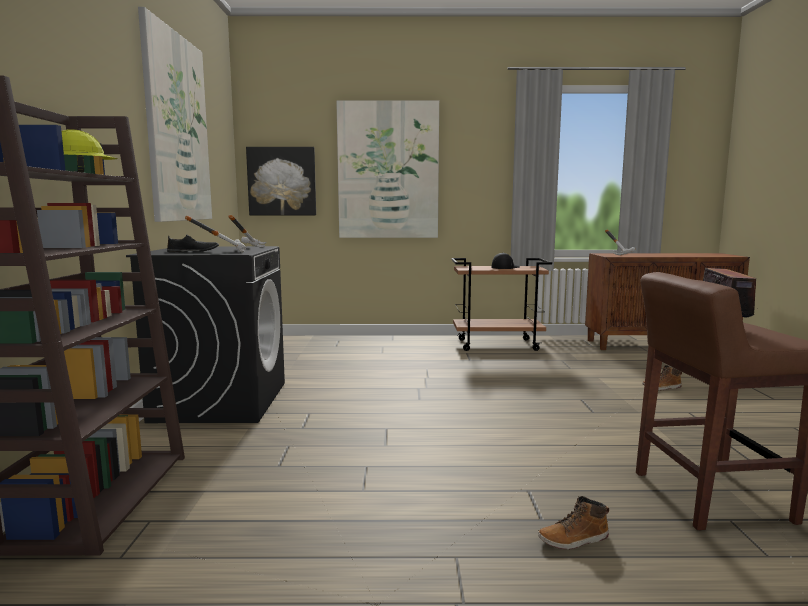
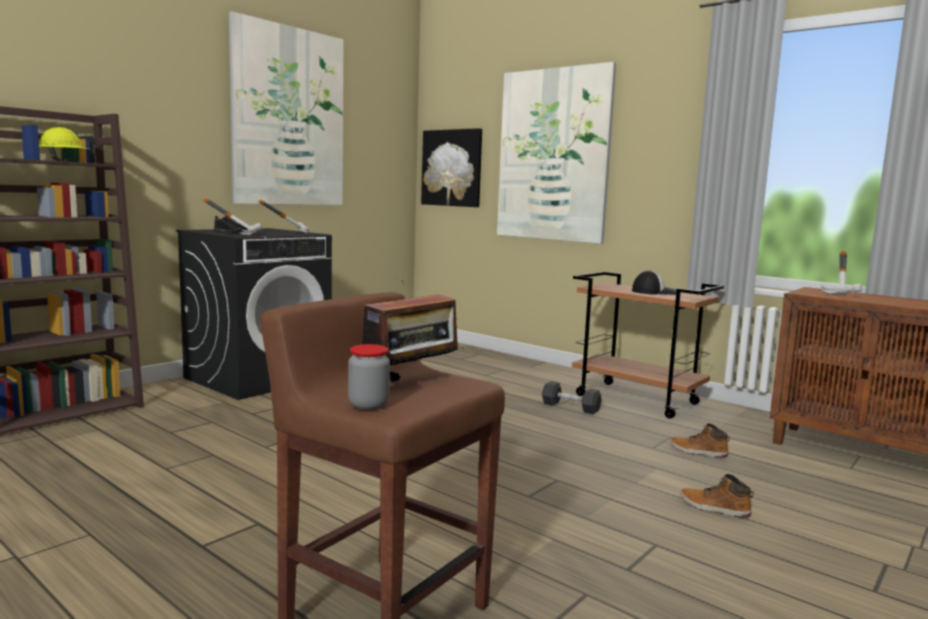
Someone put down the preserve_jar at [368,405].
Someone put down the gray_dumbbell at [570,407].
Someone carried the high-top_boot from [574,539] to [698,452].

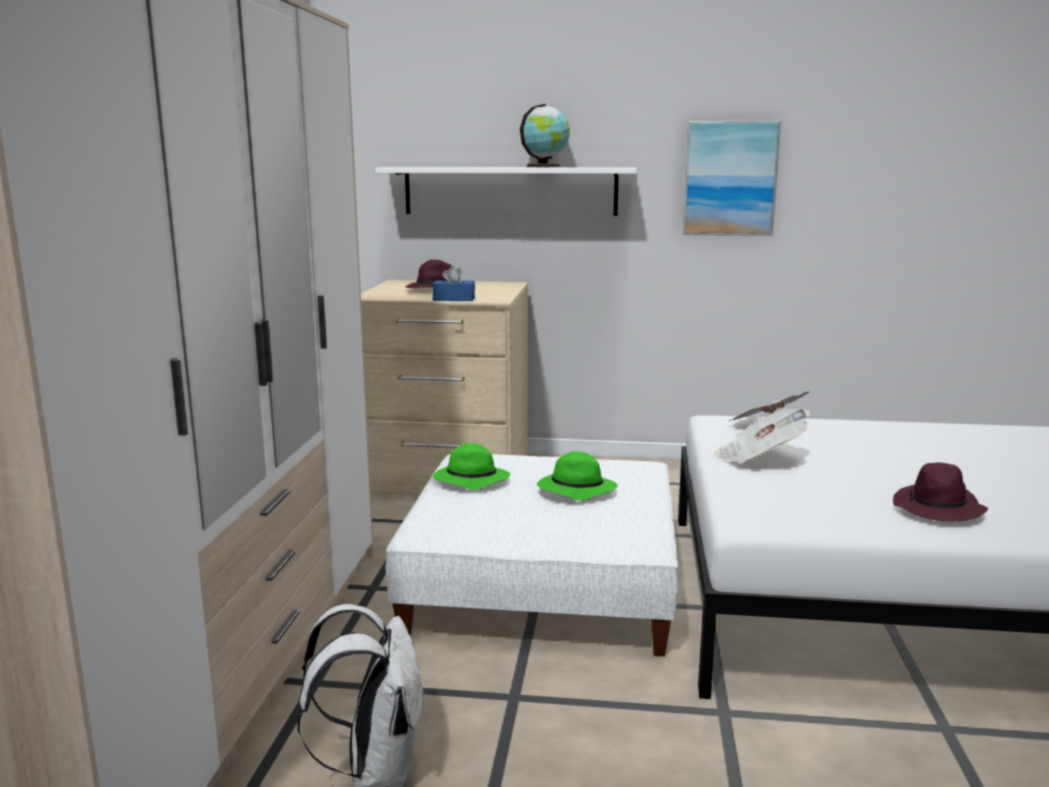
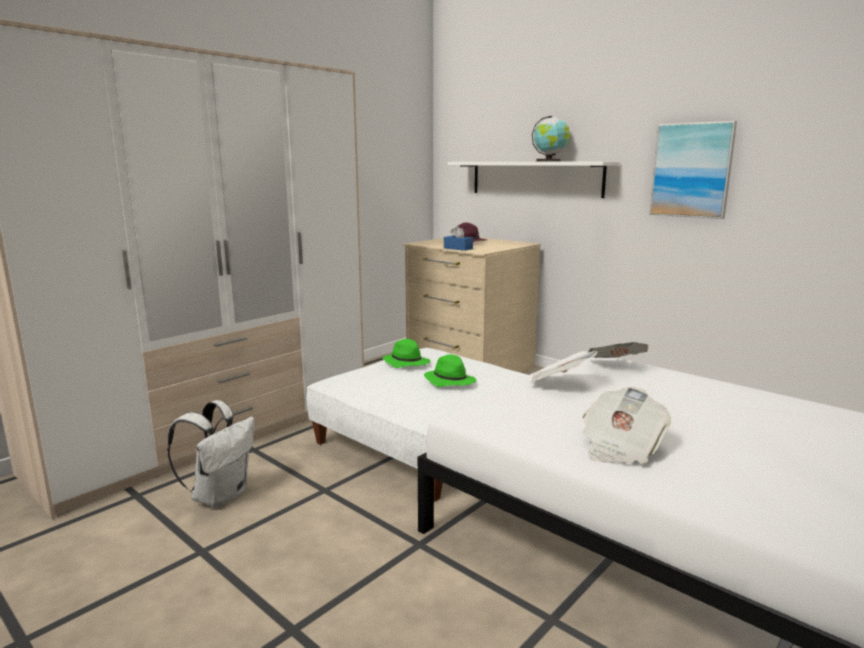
Someone swapped the purplish_hat at [938,509] for the printed_paper at [620,447].

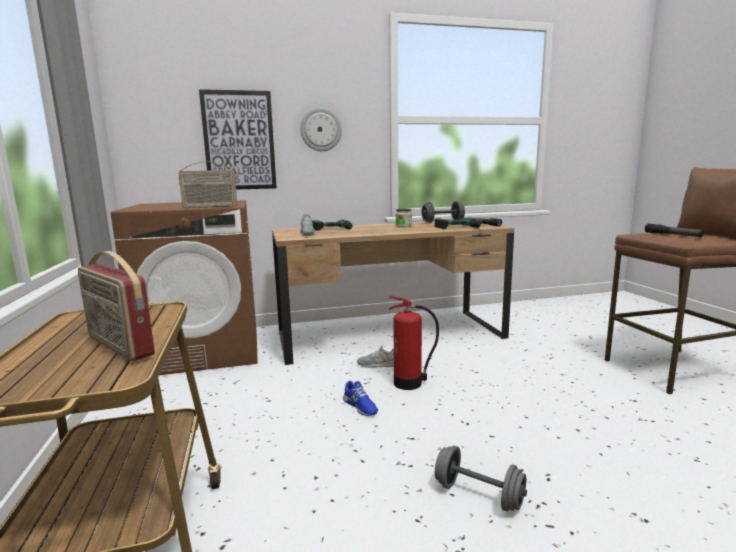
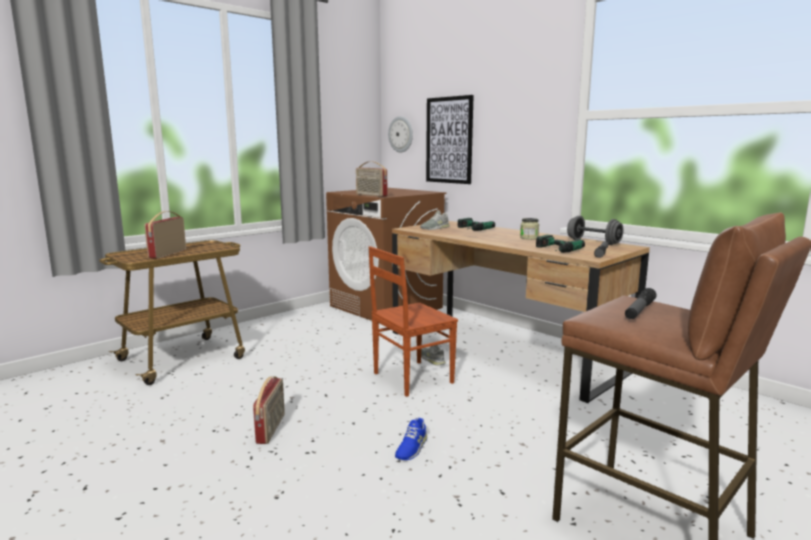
Someone swapped the gray_dumbbell at [478,495] for the radio_receiver at [271,428].
Someone swapped the extinguisher at [410,383] for the brownish_upright_chair at [411,378].
Someone carried the clock_on_the_wall from [321,129] to [401,134].
Someone carried the bluish_shoe from [360,406] to [411,447].

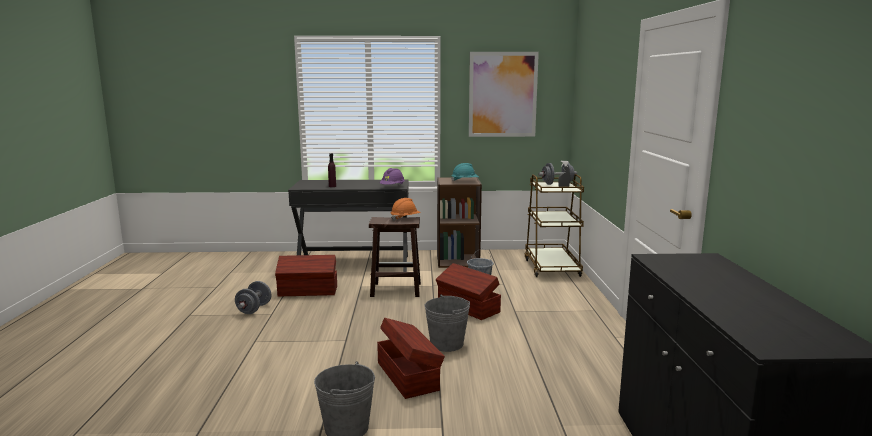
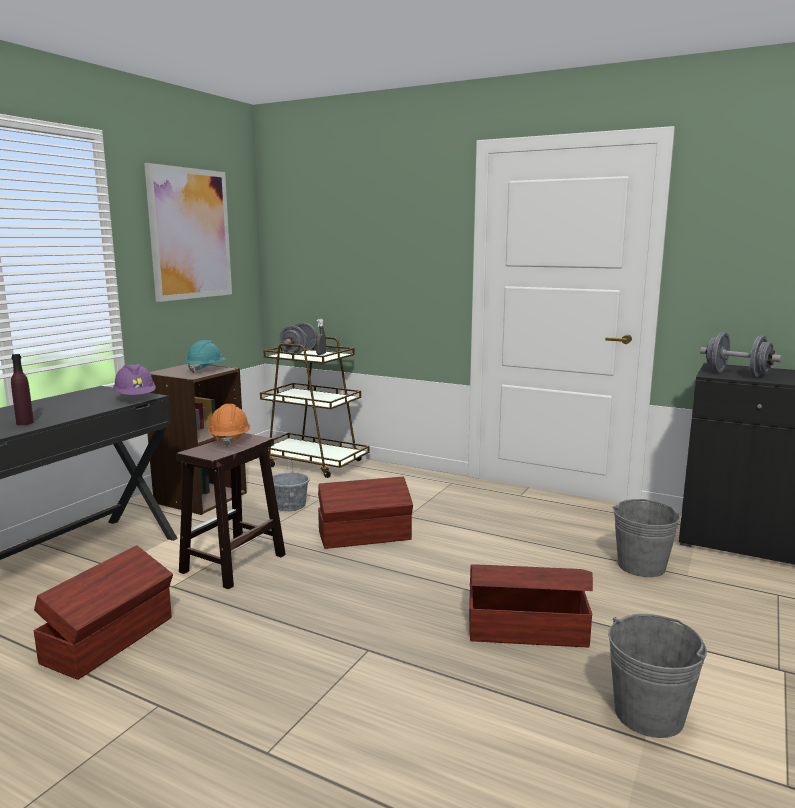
Someone carried the gray_pail from [447,344] to [641,566].
Someone carried the gray_dumbbell from [254,309] to [737,374].

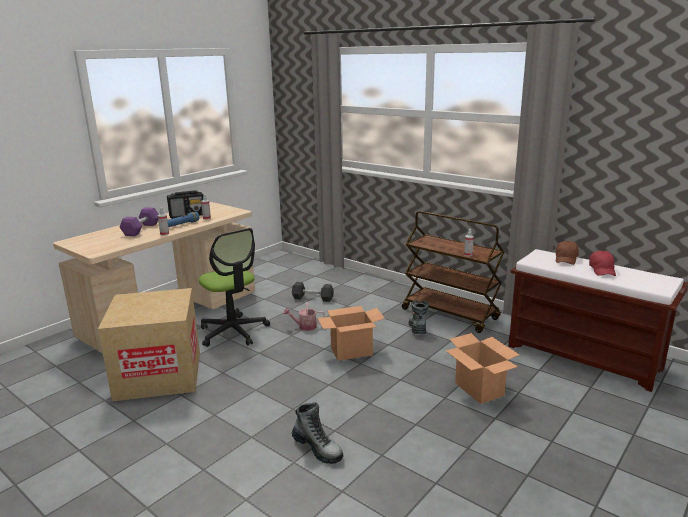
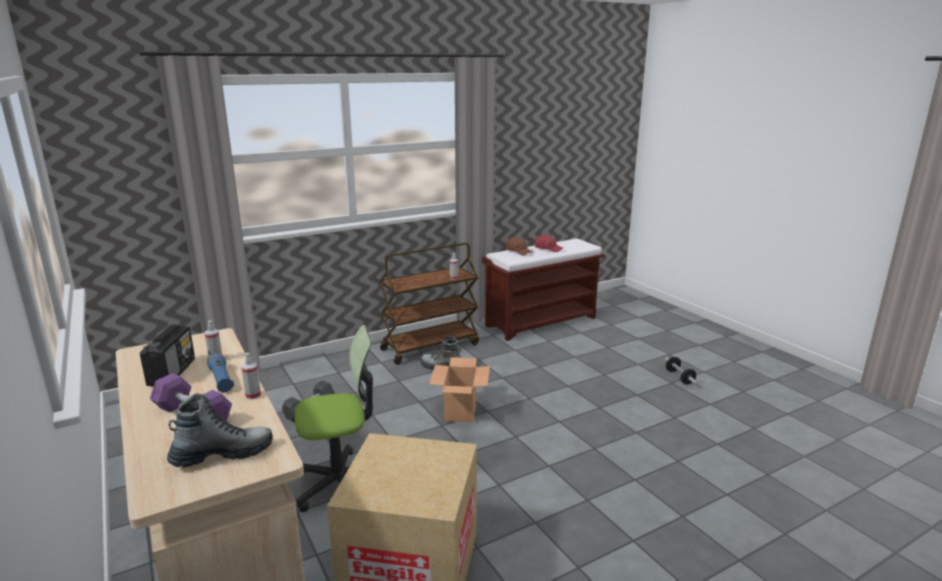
Someone carried the high-top_boot from [317,448] to [223,454].
Someone put down the dumbbell at [679,377].
Someone took away the watering_pot at [304,326].
Someone took away the packing_box at [479,389].

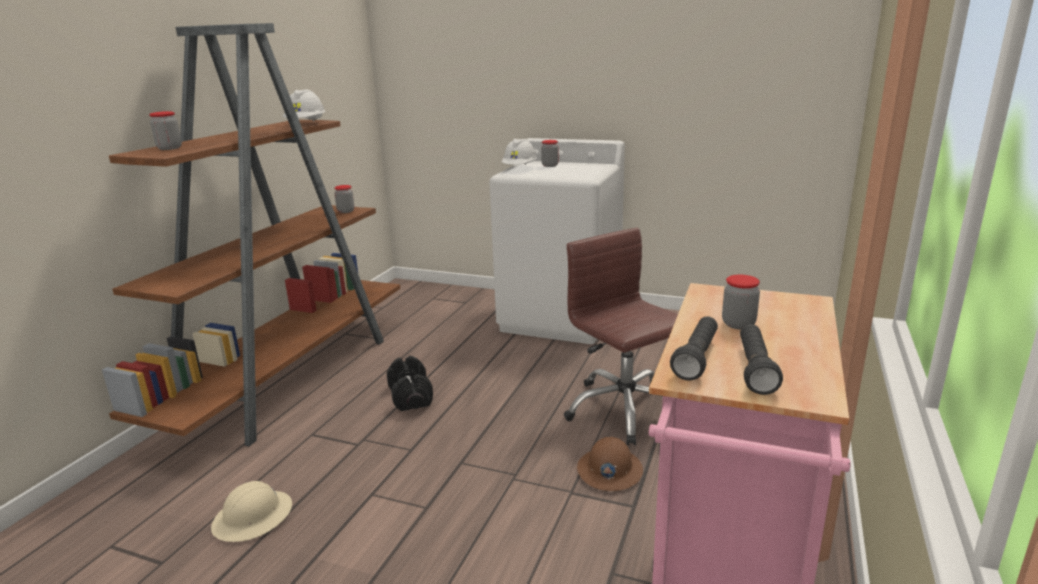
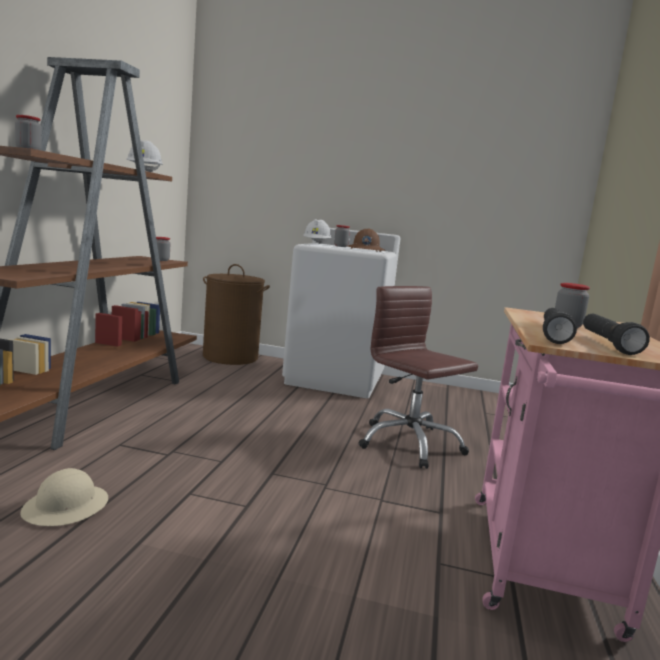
Someone put down the brownish_hamper at [230,357].
Someone carried the brownish_work_helmet from [609,470] to [365,250].
Someone took away the blackish_dumbbell at [410,396].

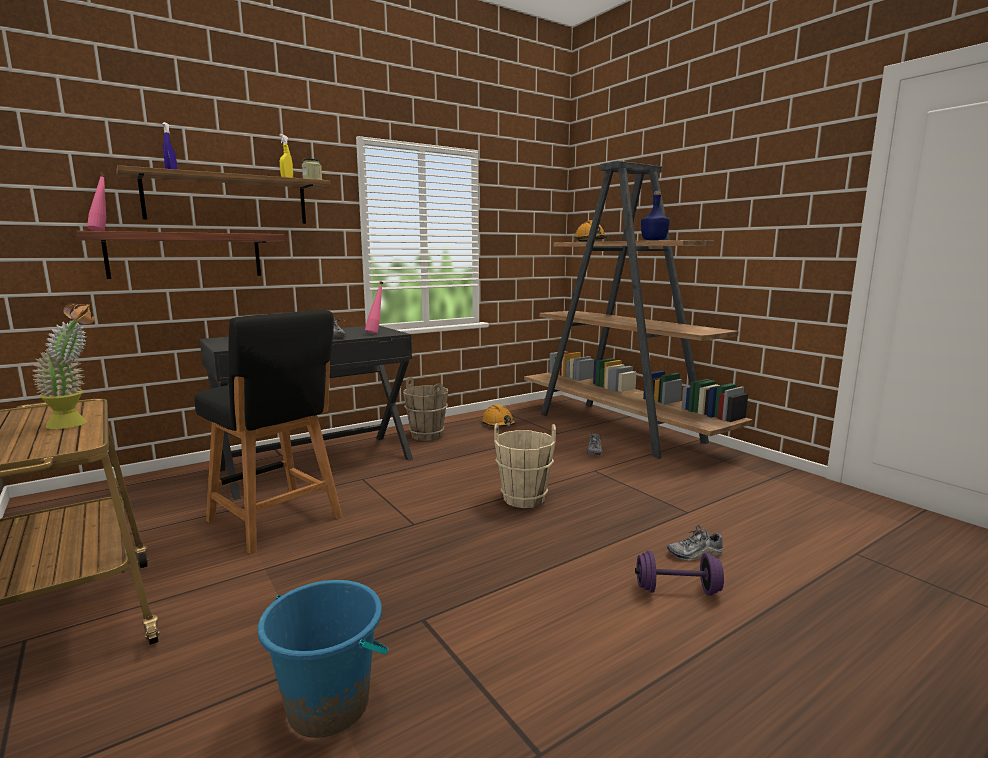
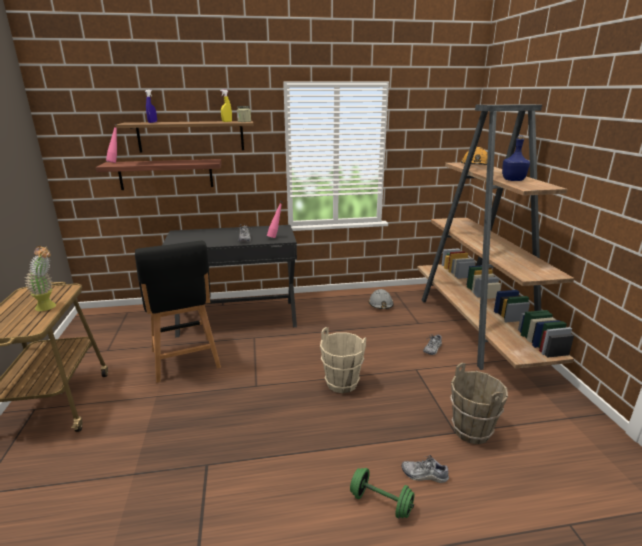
Someone repainted the purplish_dumbbell at [677,590], which became the greenish_dumbbell at [381,503].
Someone repainted the orange_work_helmet at [498,424], which became the gray_work_helmet at [381,304].
Someone carried the brownish_pail from [427,435] to [472,430].
Someone took away the bluish_pail at [329,705].

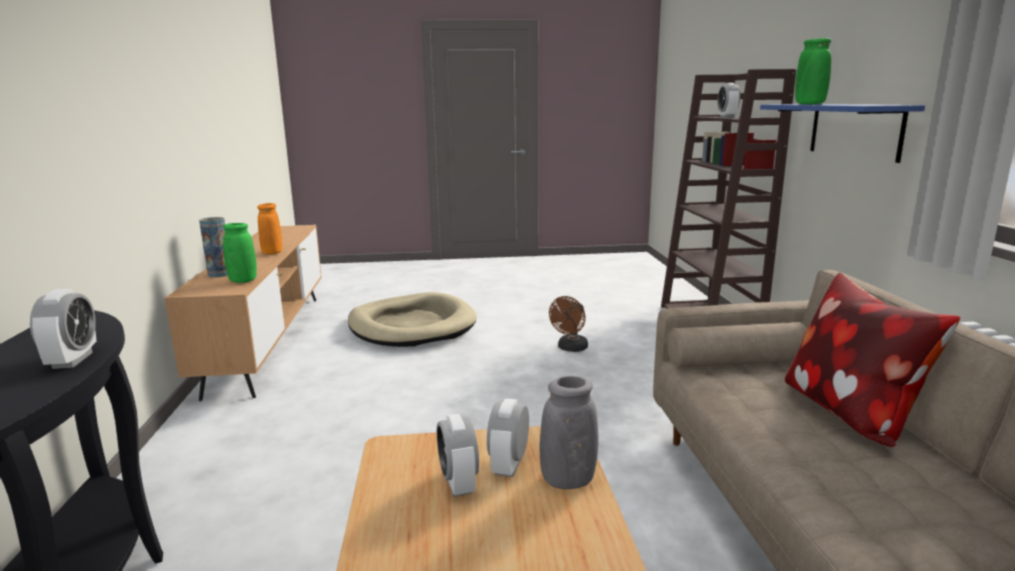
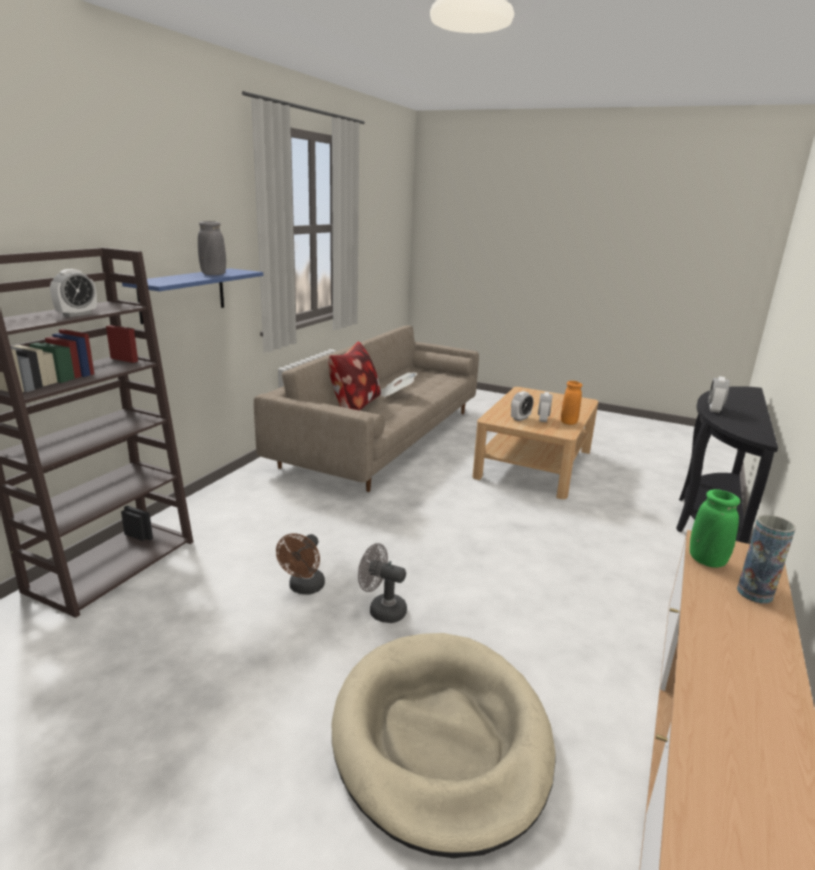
Someone carried the gray_decorative_vase from [568,480] to [213,274].
Someone rotated the brownish_fan at [570,348] by 135 degrees clockwise.
Someone put down the gray_fan at [382,610].
Someone put down the printed_paper at [395,395].
Someone carried the orange_decorative_vase from [272,253] to [568,422].
Someone took away the greenish_decorative_vase at [809,104].

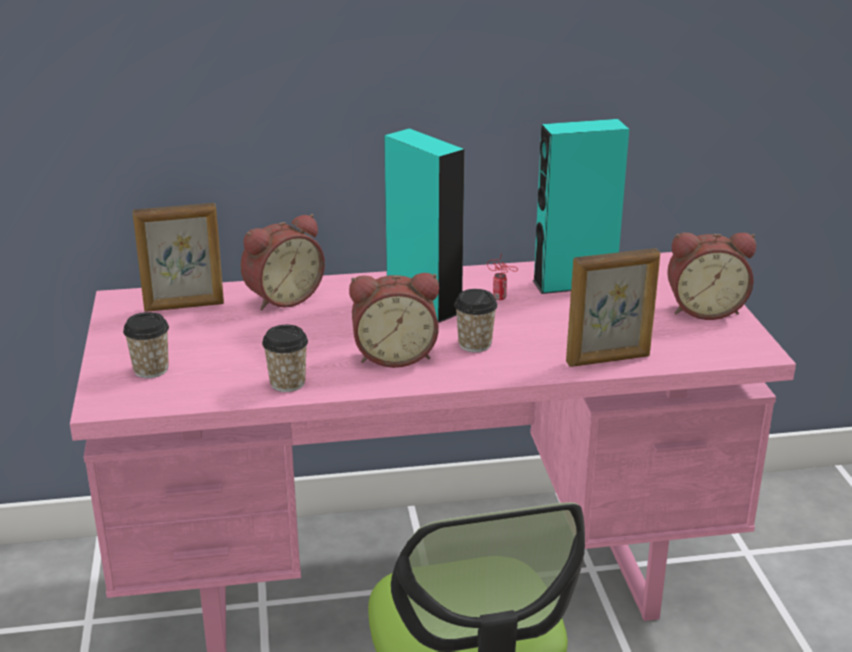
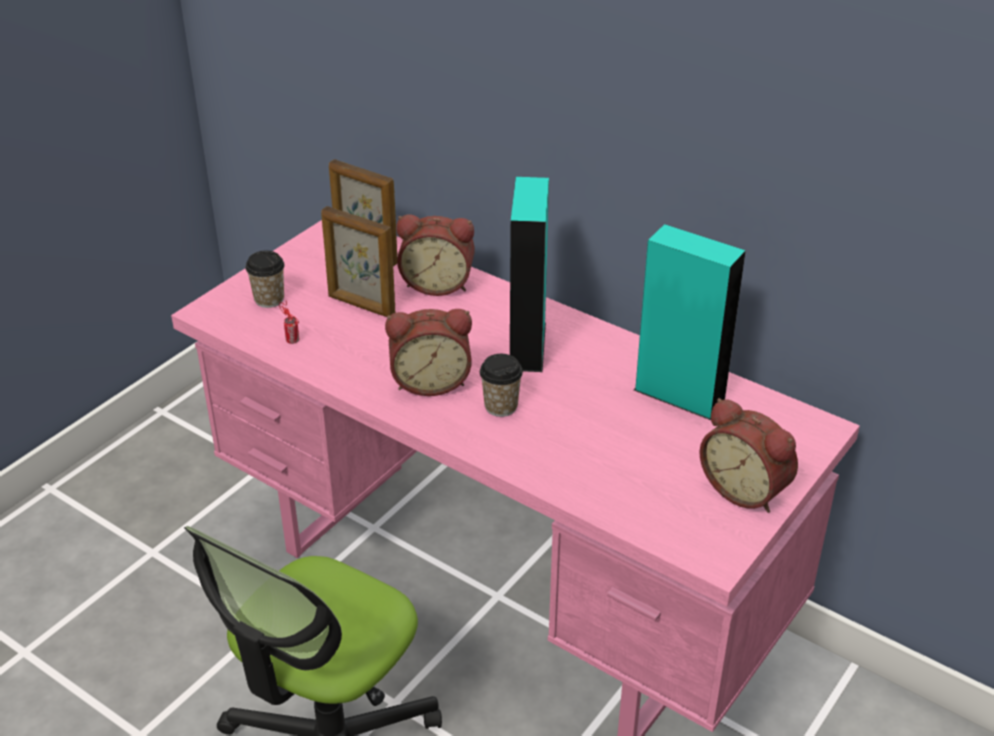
Someone carried the sealed_can from [501,298] to [293,341].
Someone carried the picture_frame from [608,360] to [361,305].
Someone rotated the alarm_clock at [394,355] by 45 degrees counterclockwise.
Someone took away the drinking_cup at [287,383].

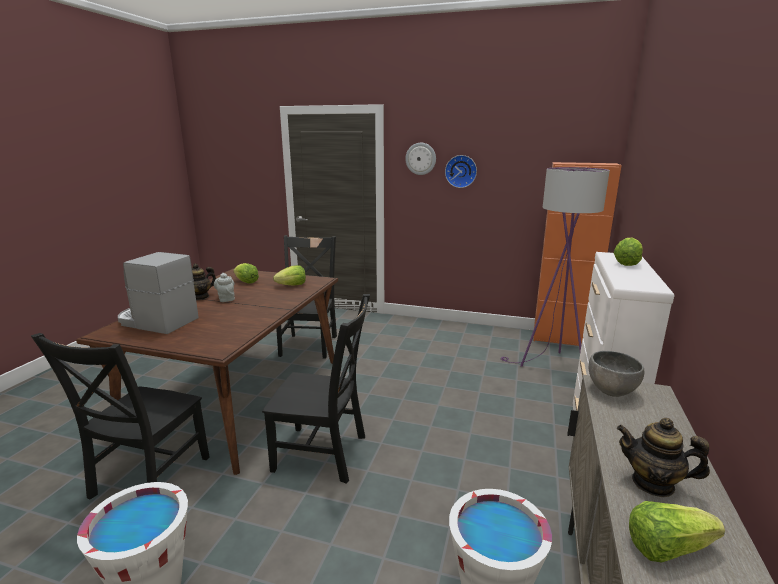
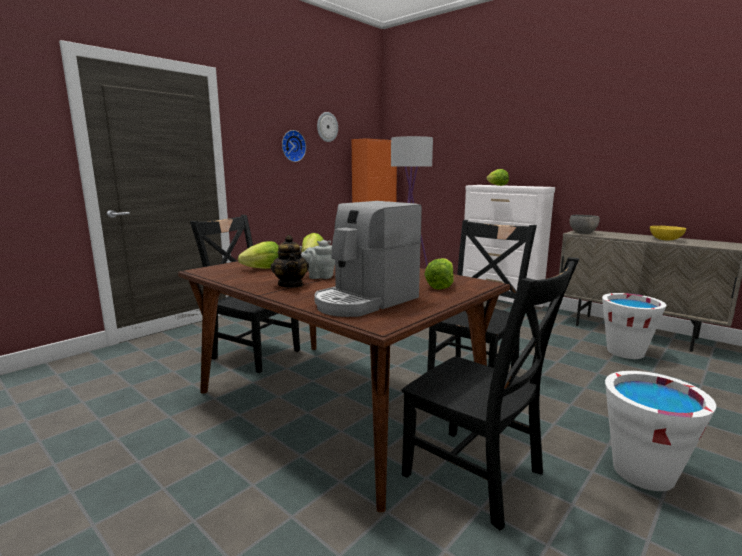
Someone carried the clock_on_the_wall from [420,158] to [327,127].
Someone carried the lettuce from [667,548] to [440,285].
Someone swapped the pot_for_tea at [653,483] for the yellow-coloured_bowl at [666,240].

